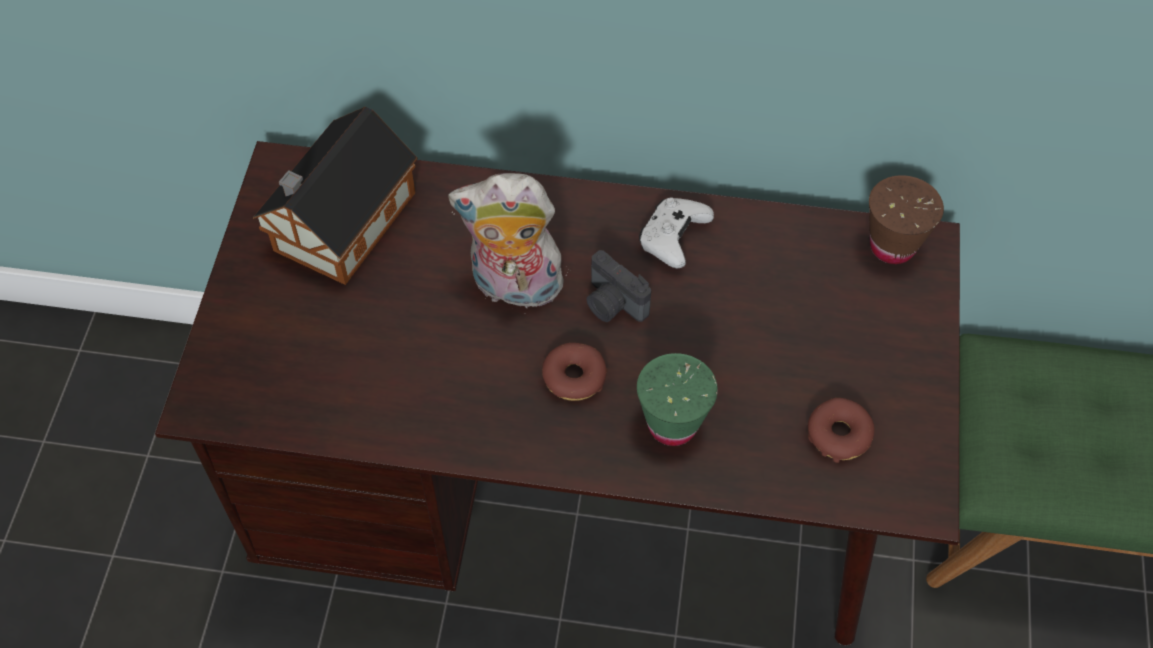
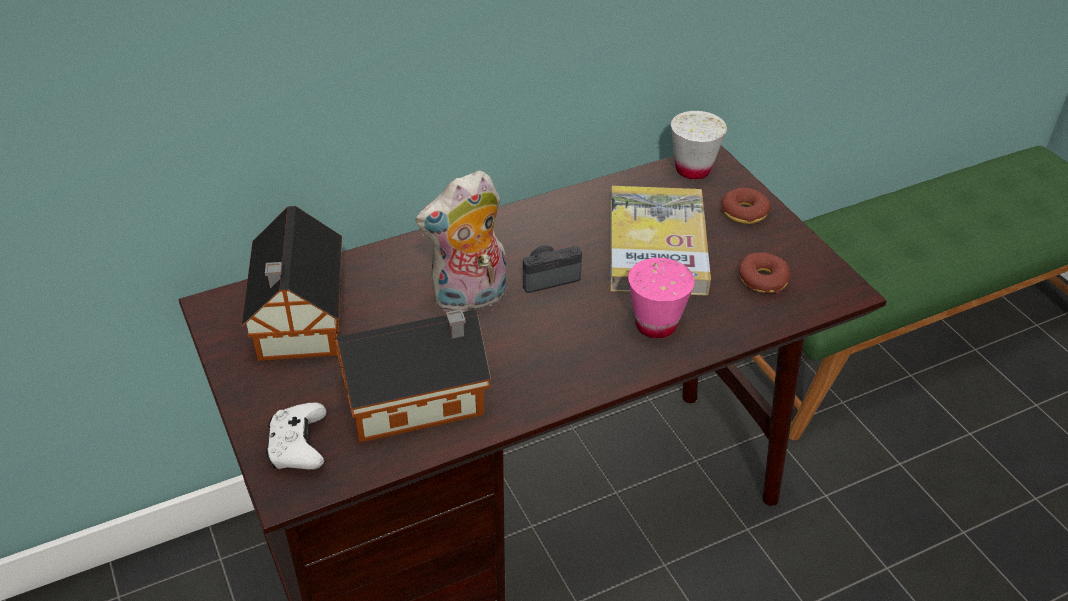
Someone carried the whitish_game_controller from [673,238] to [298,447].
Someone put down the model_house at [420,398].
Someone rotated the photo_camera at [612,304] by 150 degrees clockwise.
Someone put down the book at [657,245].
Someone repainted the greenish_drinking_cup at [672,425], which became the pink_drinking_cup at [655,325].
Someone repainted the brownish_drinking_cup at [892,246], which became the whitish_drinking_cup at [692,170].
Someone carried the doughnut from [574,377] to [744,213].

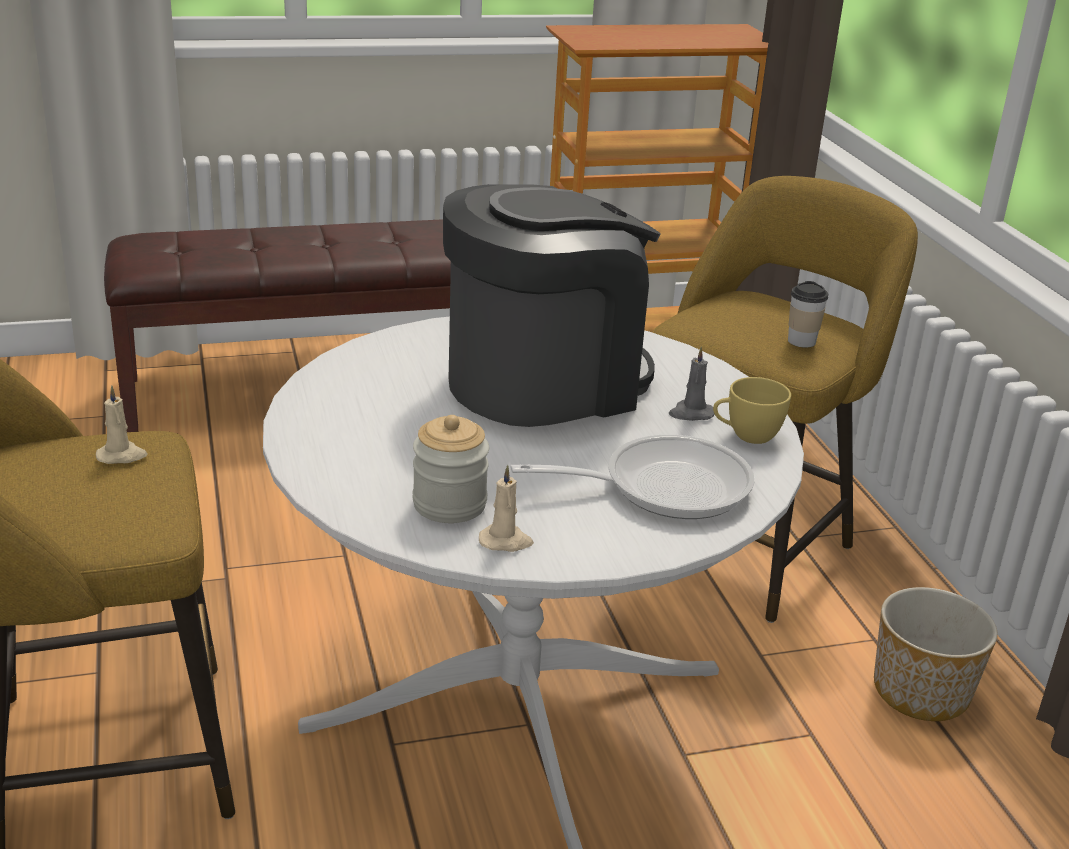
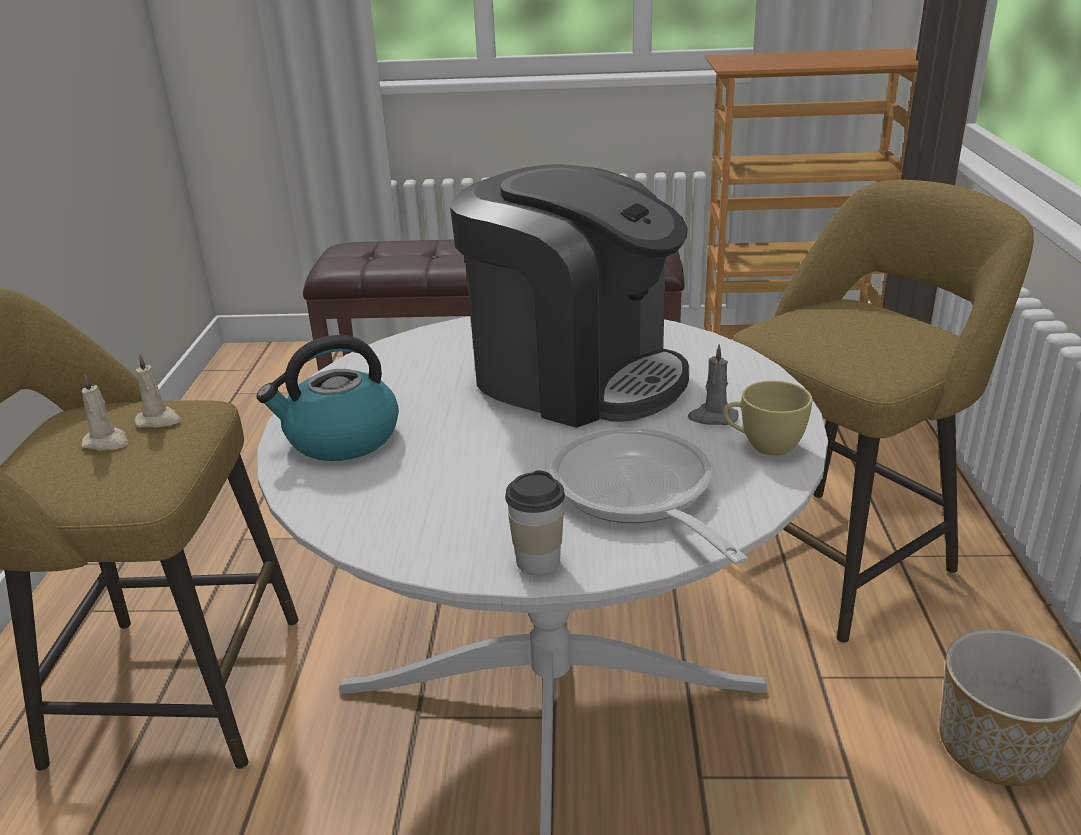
Someone carried the sand-coloured_wax_light from [506,541] to [107,442].
Someone put down the water_kettle at [341,439].
Someone rotated the coffee_brewer at [544,382] by 45 degrees clockwise.
Someone carried the drinking_cup from [801,341] to [538,561].
Someone rotated the frying_pan at [663,486] by 120 degrees counterclockwise.
Someone took away the preserve_jar at [449,504].

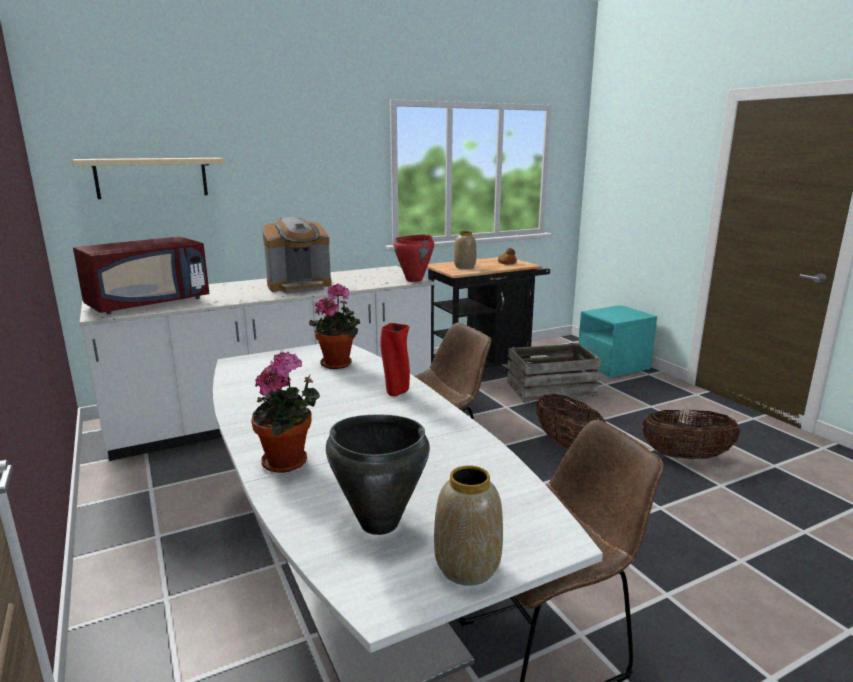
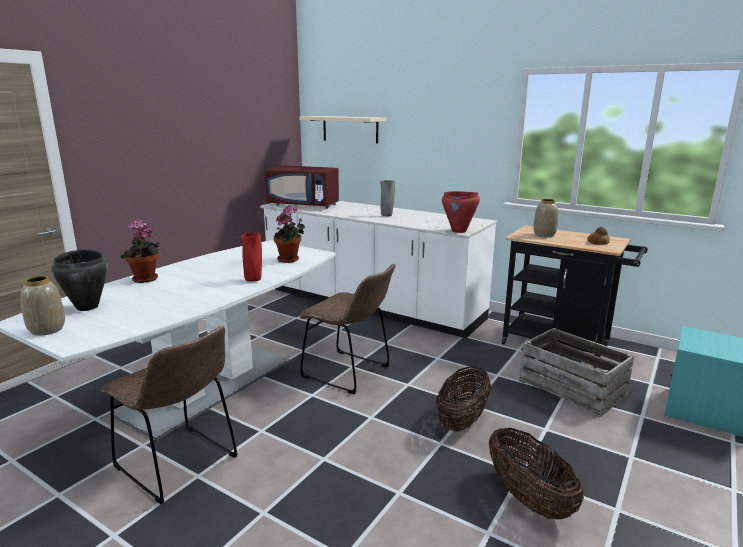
Someone swapped the coffee_brewer at [299,286] for the gray_decorative_vase at [387,215].

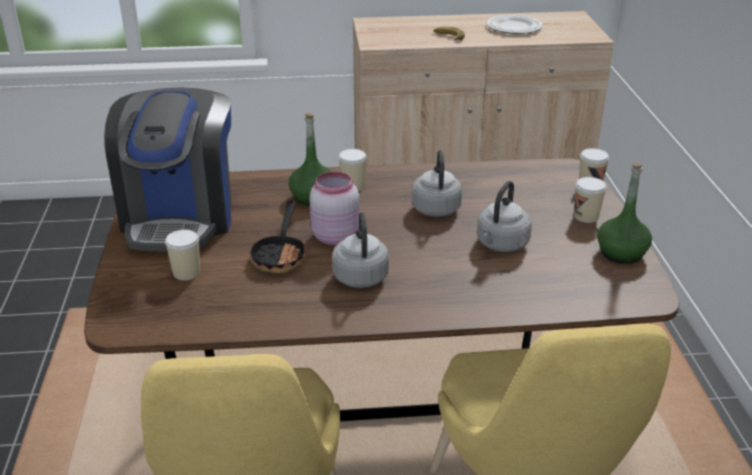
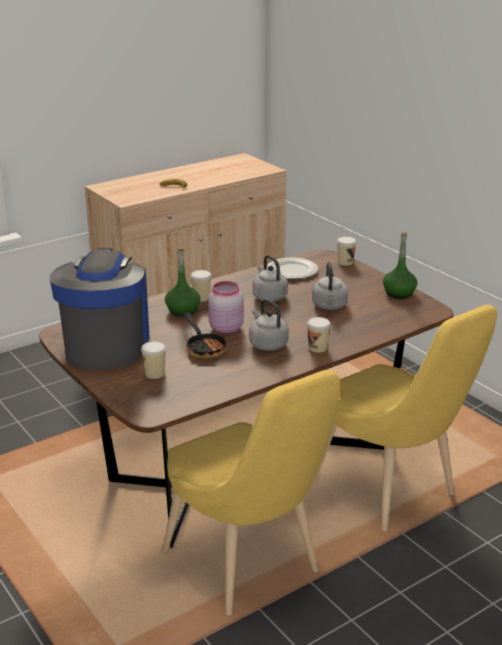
Someone rotated the coffee_brewer at [180,217] by 150 degrees counterclockwise.
Someone carried the flat_dish from [514,27] to [292,270].
Someone carried the drinking_cup from [586,216] to [317,348].

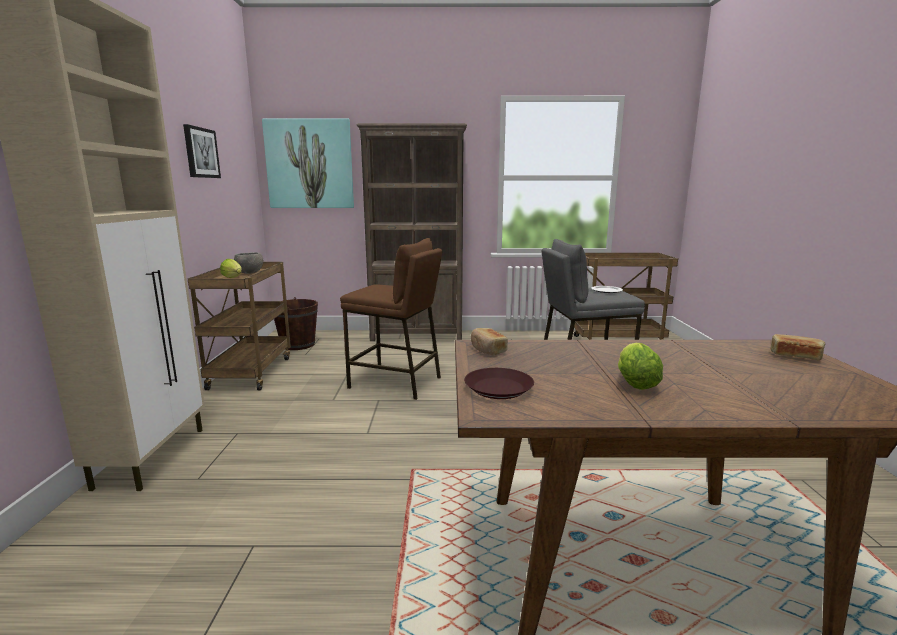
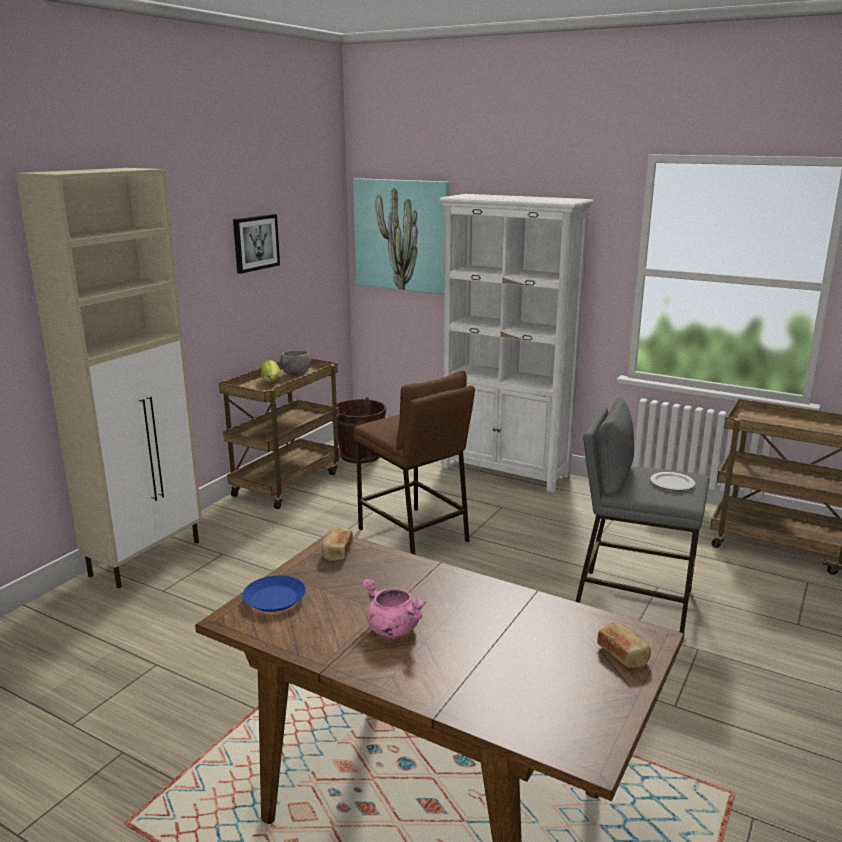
Someone repainted the brownish_flat_dish at [499,389], which became the bluish_flat_dish at [275,599].
Someone swapped the lettuce at [634,382] for the pink_stockpot at [392,629].
Someone repainted the brownish_bookcase at [417,336], which became the whitish_bookcase at [505,471].

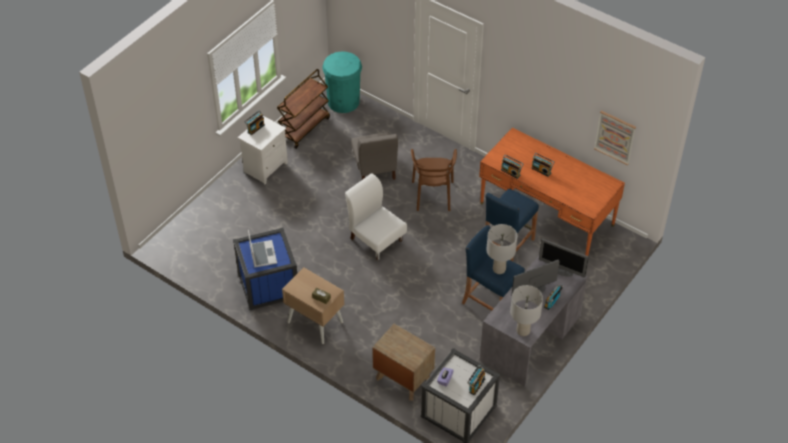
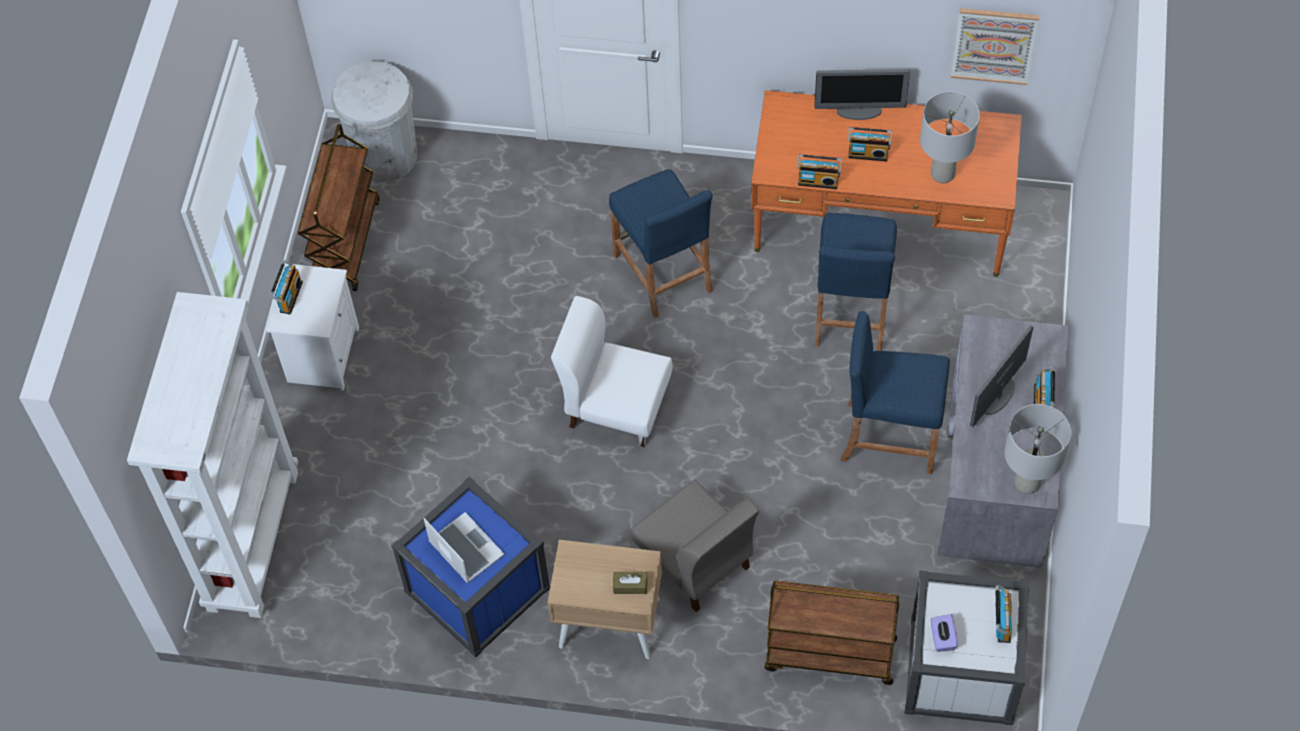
Someone put down the whitish_bookcase at [252,539].
Someone repainted the blue-green_trash_can at [343,101], which became the whitish_trash_can at [385,155].
Someone swapped the brownish_upright_chair at [433,195] for the bluish_sitting_stool at [663,273].
Someone carried the gray_upright_chair from [375,169] to [696,562].
Someone swapped the brownish_nightstand at [403,378] for the brownish_cart at [829,655].
Someone carried the computer_screen from [561,270] to [859,111].
Someone carried the gray_lamp_for_a_table from [499,269] to [943,174].

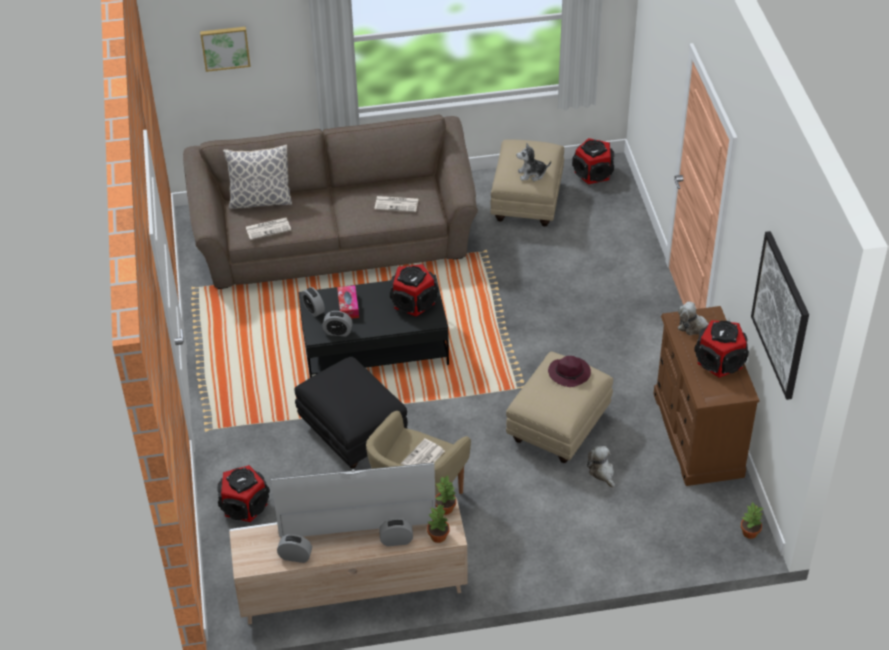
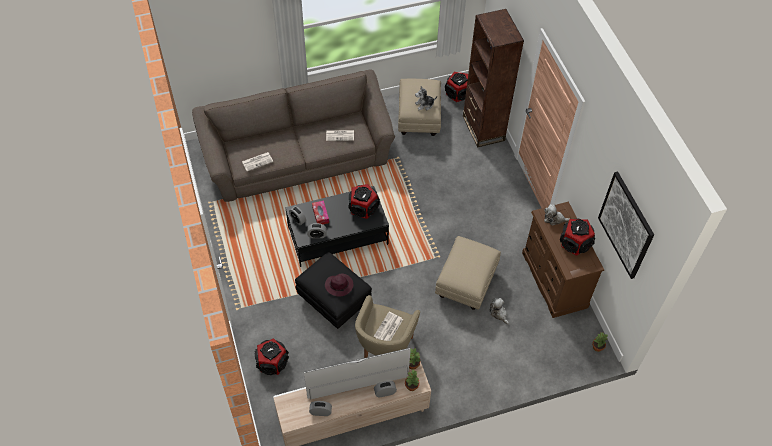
Someone carried the purplish_hat from [570,373] to [339,285].
Someone put down the brownish_bookcase at [483,128].
Someone took away the wall_picture at [225,47].
Someone took away the cushion at [260,200].

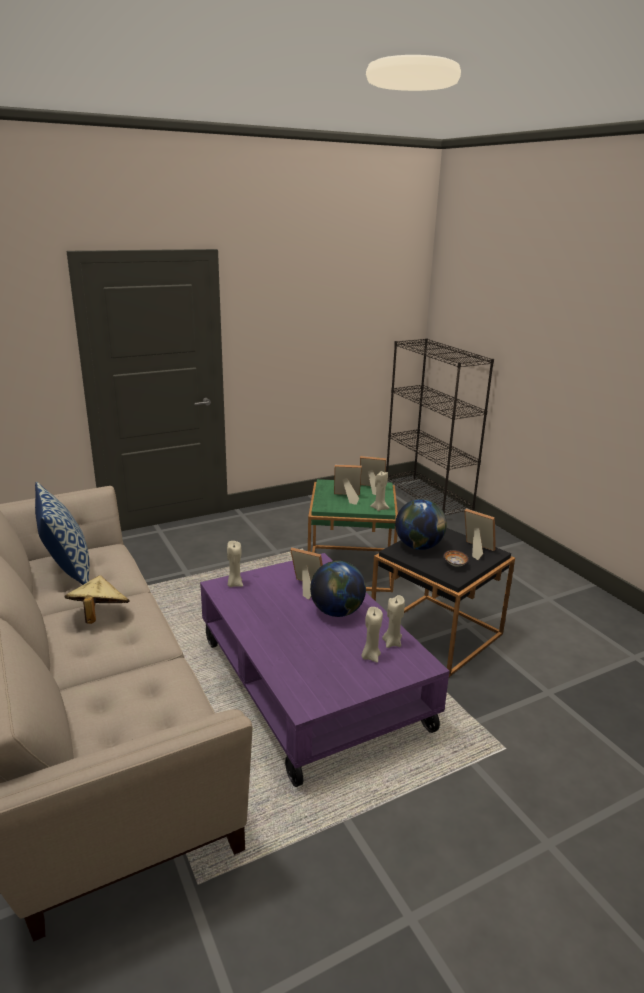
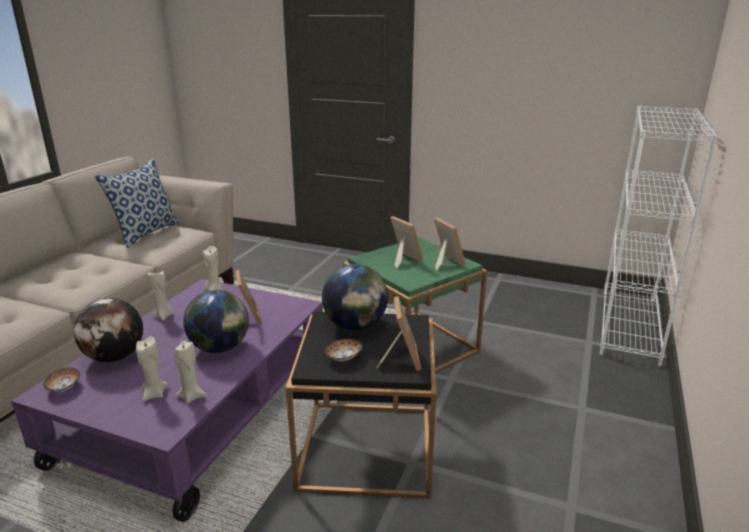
Someone put down the bowl at [63,388].
Someone put down the globe at [115,357].
Someone carried the sand-coloured_wax_light from [379,508] to [164,316].
Someone repainted the blackish_bookcase at [428,498], which became the whitish_bookcase at [630,326].
Someone took away the sand-coloured_hat at [98,615].

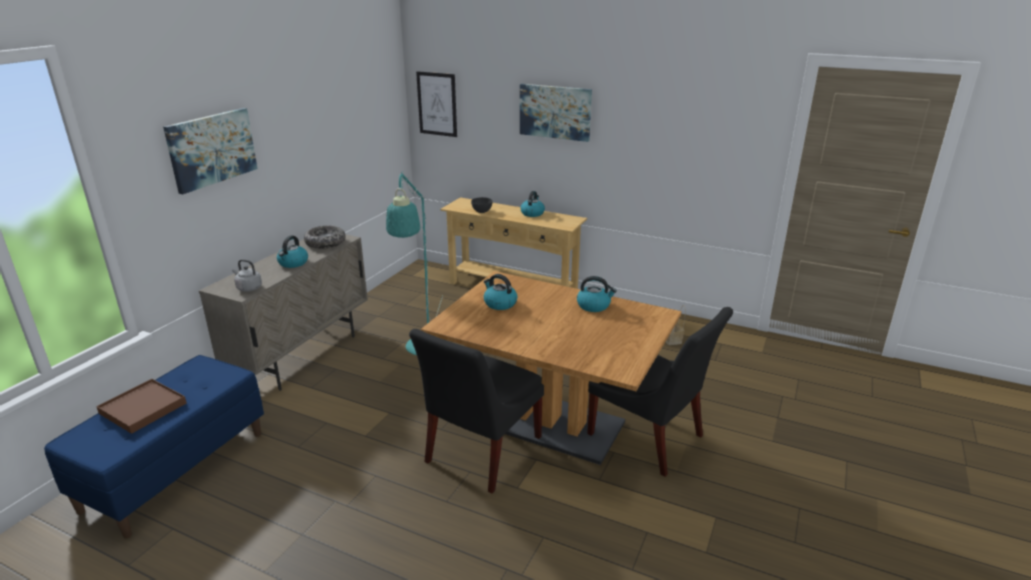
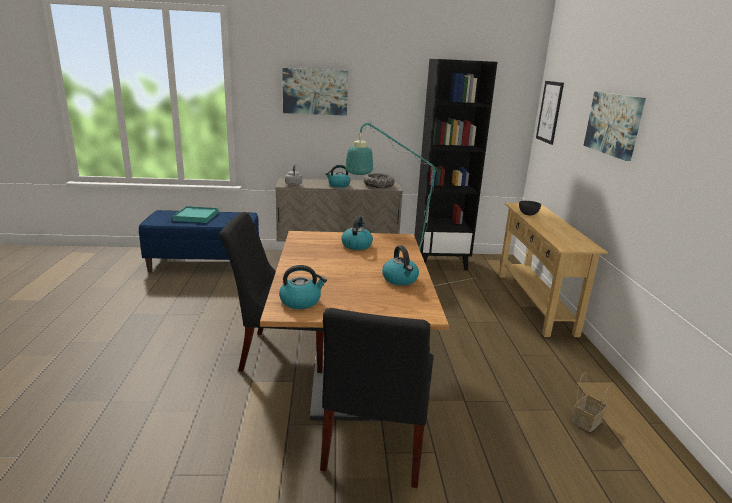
Someone repainted the brownish_carrying_tray at [143,408], which became the blue-green_carrying_tray at [196,216].
Someone carried the water_kettle from [532,213] to [301,301].
Someone put down the blackish_bookcase at [440,262].

